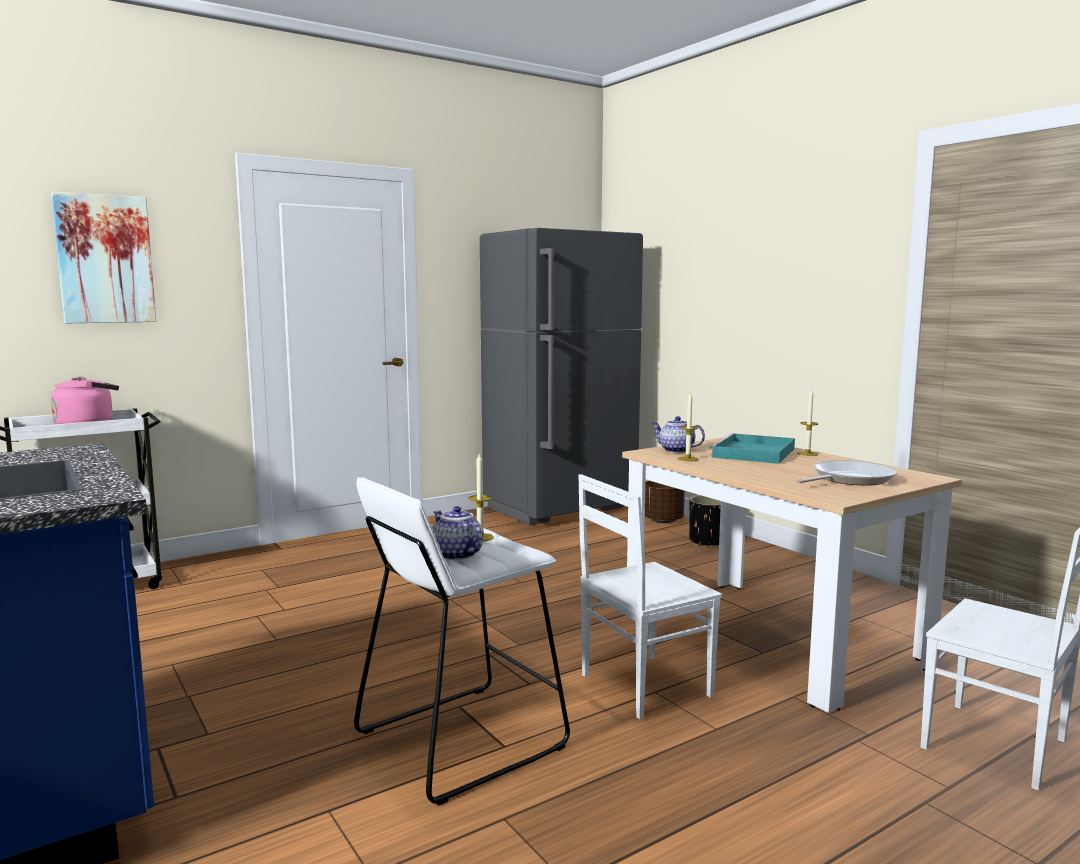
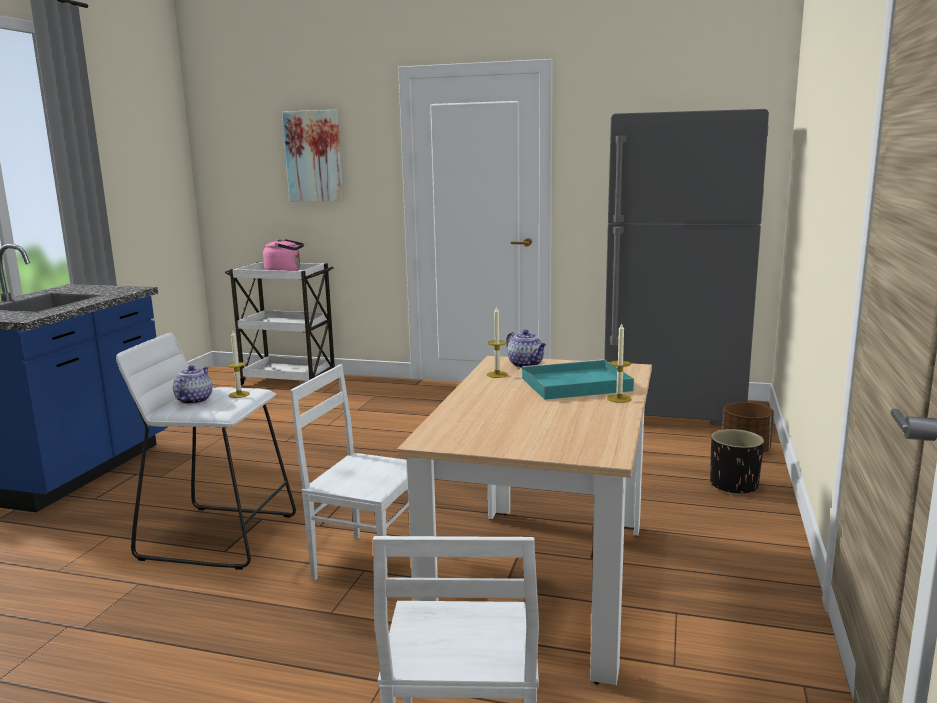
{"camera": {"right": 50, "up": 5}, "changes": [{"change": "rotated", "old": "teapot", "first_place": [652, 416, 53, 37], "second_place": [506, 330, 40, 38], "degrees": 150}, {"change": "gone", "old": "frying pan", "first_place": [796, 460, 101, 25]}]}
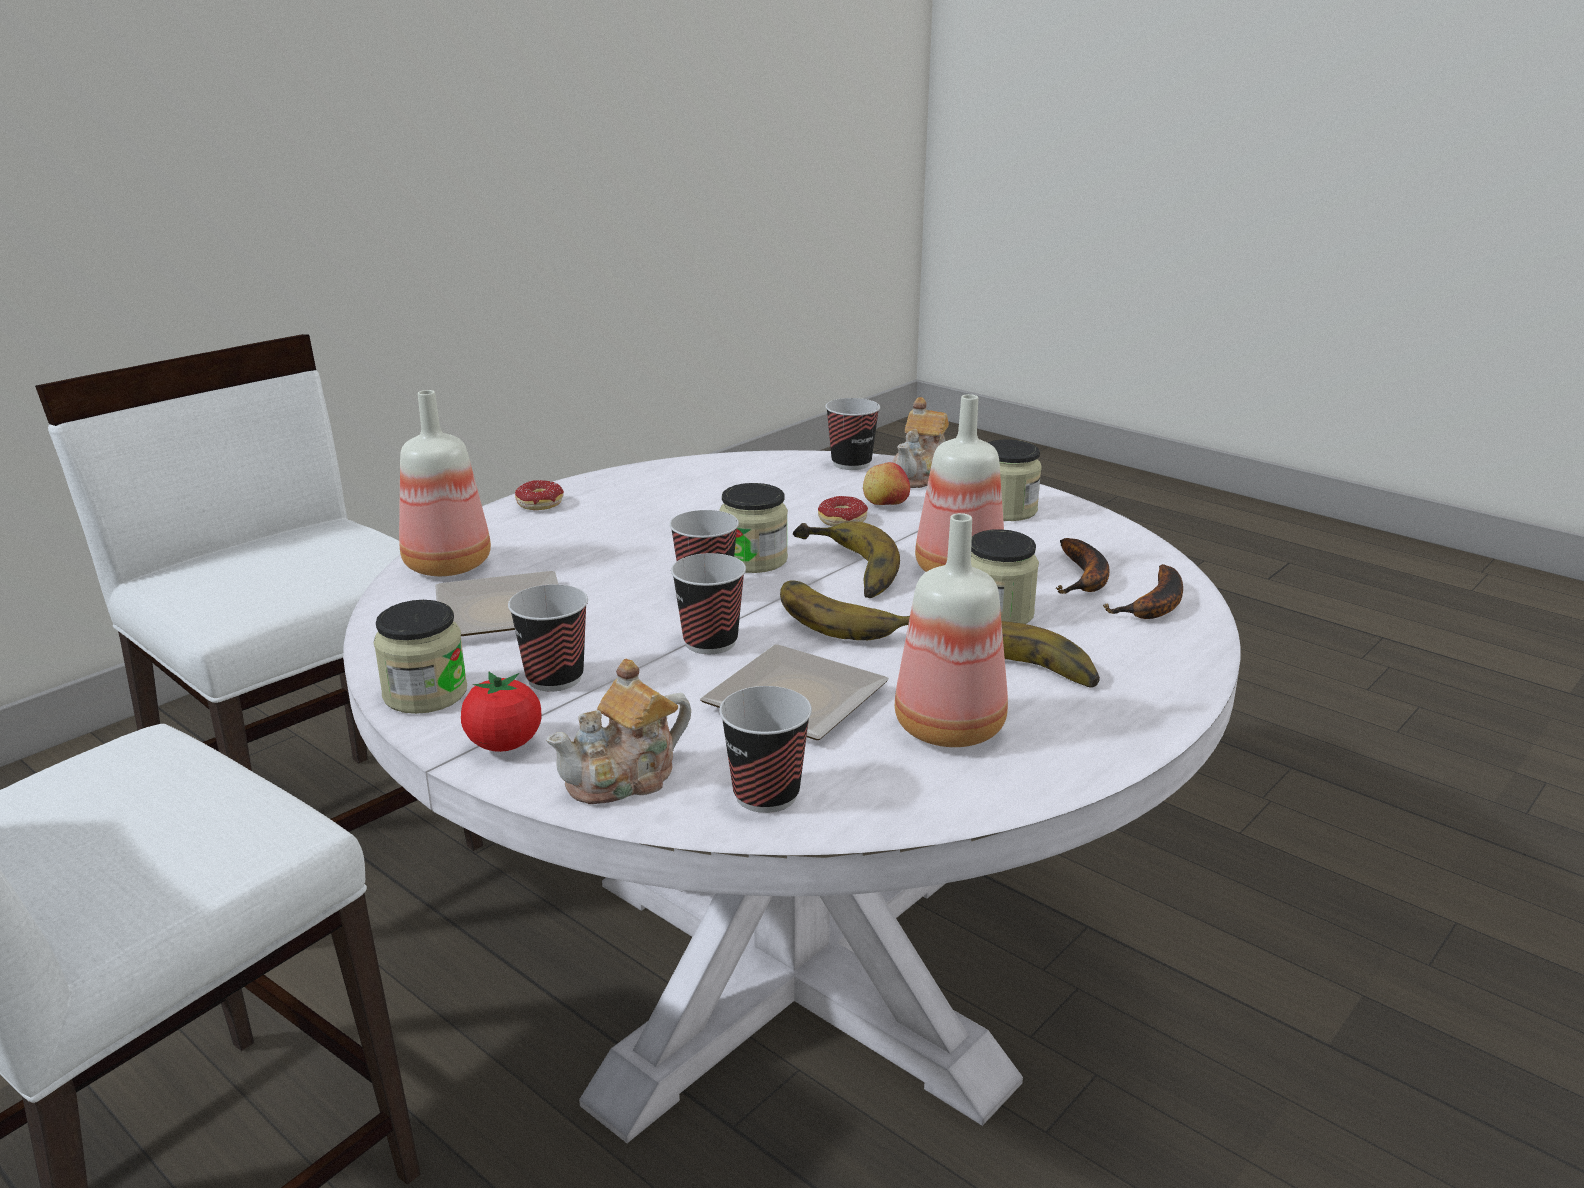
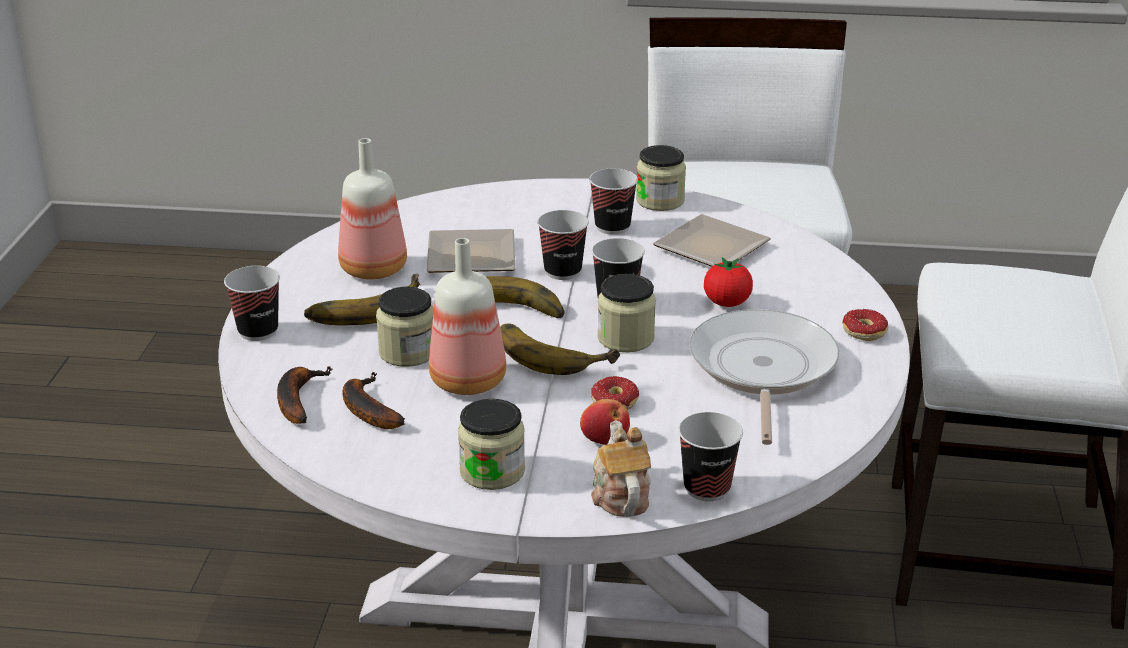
{"camera": {"right": 145, "up": 5}, "changes": [{"change": "gone", "old": "bottle", "first_place": [399, 390, 92, 186]}, {"change": "gone", "old": "teapot", "first_place": [546, 659, 145, 145]}, {"change": "shifted", "old": "tomato", "first_place": [461, 672, 80, 80], "second_place": [704, 257, 49, 50]}, {"change": "shifted", "old": "cup", "first_place": [719, 686, 93, 127], "second_place": [224, 266, 56, 75]}, {"change": "new", "new": "frying pan", "second_place": [689, 309, 151, 136]}]}
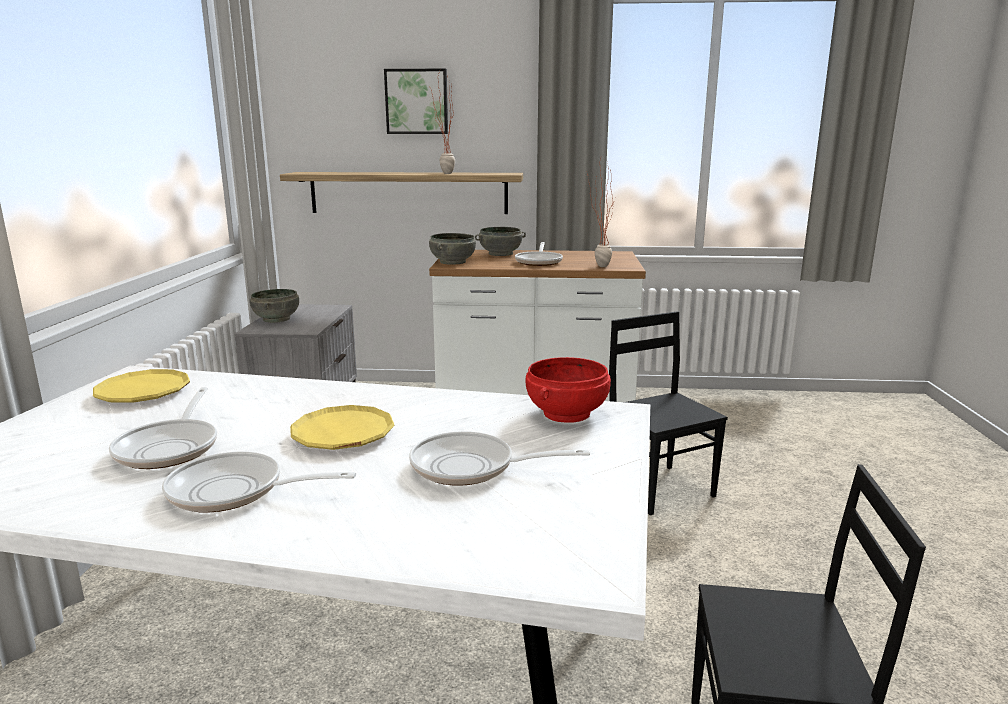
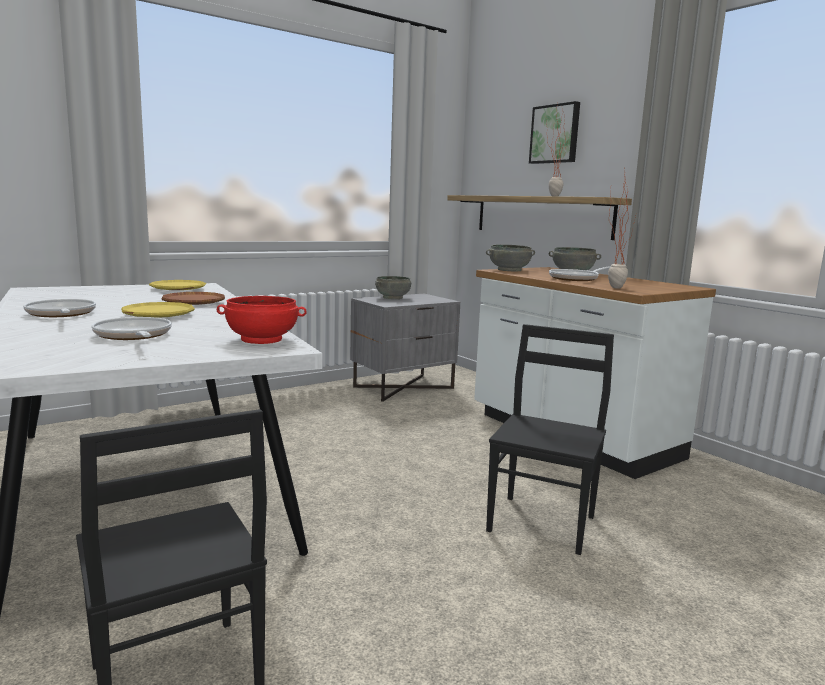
{"camera": {"right": 50, "up": -5}, "changes": [{"change": "gone", "old": "frying pan", "first_place": [109, 387, 108, 82]}, {"change": "new", "new": "plate (brown)", "second_place": [161, 292, 64, 13]}]}
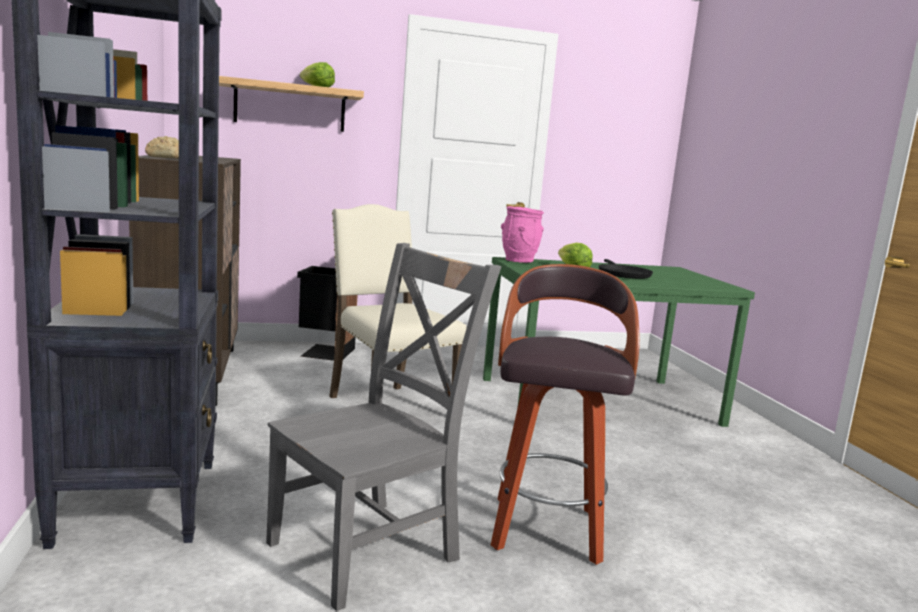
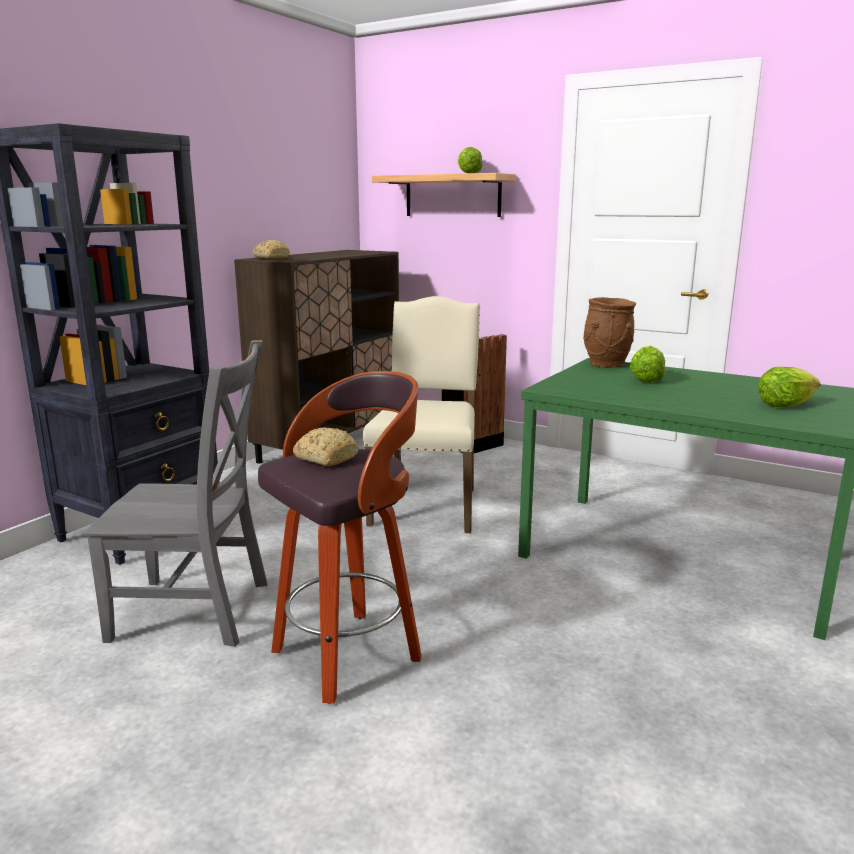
{"camera": {"right": 45, "up": 5}, "changes": [{"change": "repainted", "old": "vase (pink)", "new": "vase (brown)", "first_place": [501, 206, 43, 57], "second_place": [583, 297, 53, 71]}, {"change": "gone", "old": "frying pan (black)", "first_place": [599, 259, 54, 20]}, {"change": "new", "new": "lettuce", "second_place": [758, 367, 63, 40]}, {"change": "new", "new": "bread", "second_place": [293, 428, 65, 38]}]}
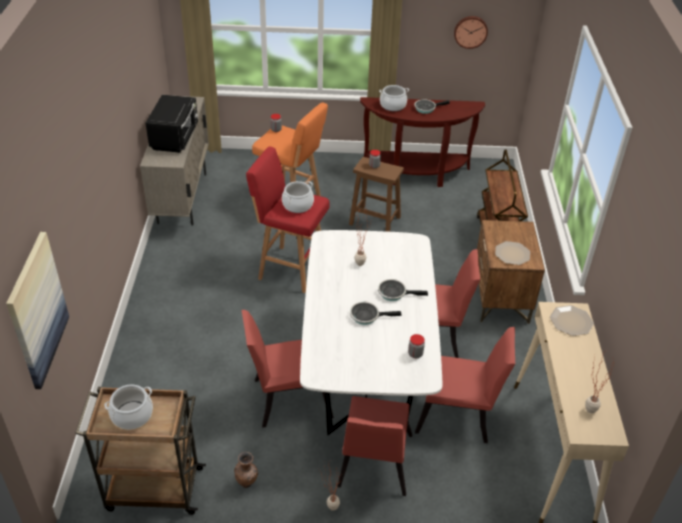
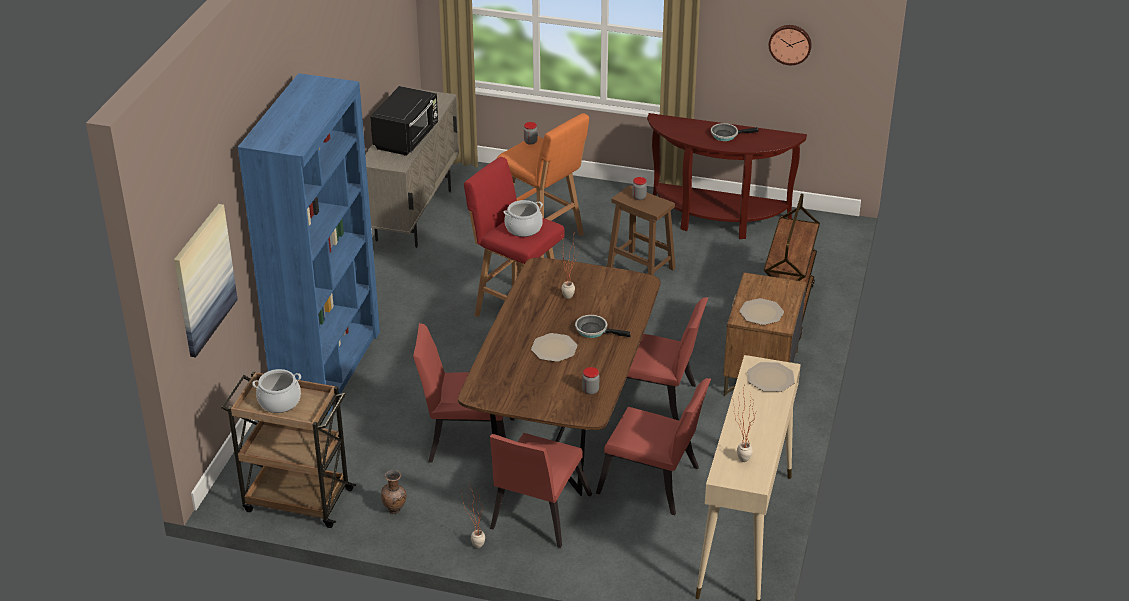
{"camera": {"right": 15, "up": -5}, "changes": [{"change": "gone", "old": "cooking pot", "first_place": [379, 85, 30, 26]}, {"change": "repainted", "old": "dining table (white)", "new": "dining table (brown)", "first_place": [300, 230, 143, 205], "second_place": [458, 258, 203, 238]}, {"change": "swapped", "old": "frying pan", "new": "plate", "first_place": [350, 302, 52, 23], "second_place": [531, 333, 47, 29]}, {"change": "new", "new": "bookcase (blue)", "second_place": [238, 73, 142, 342]}]}
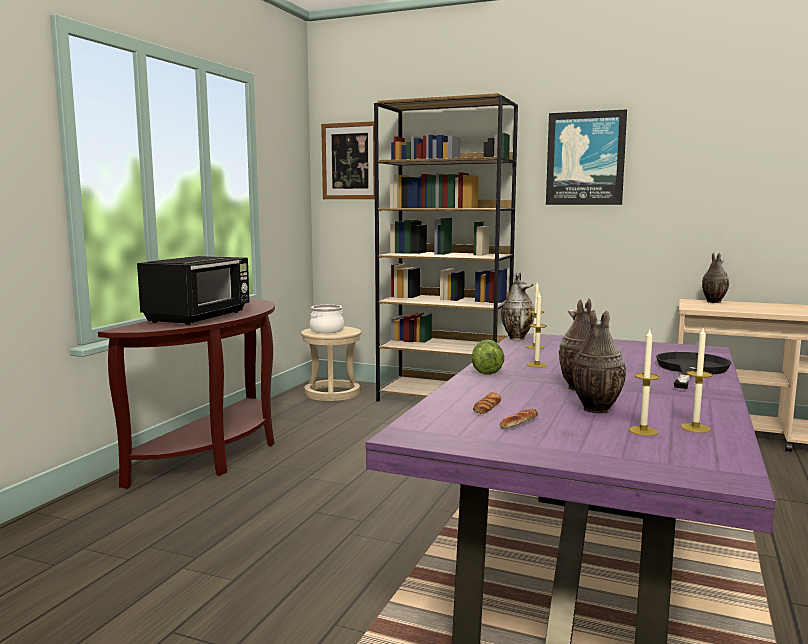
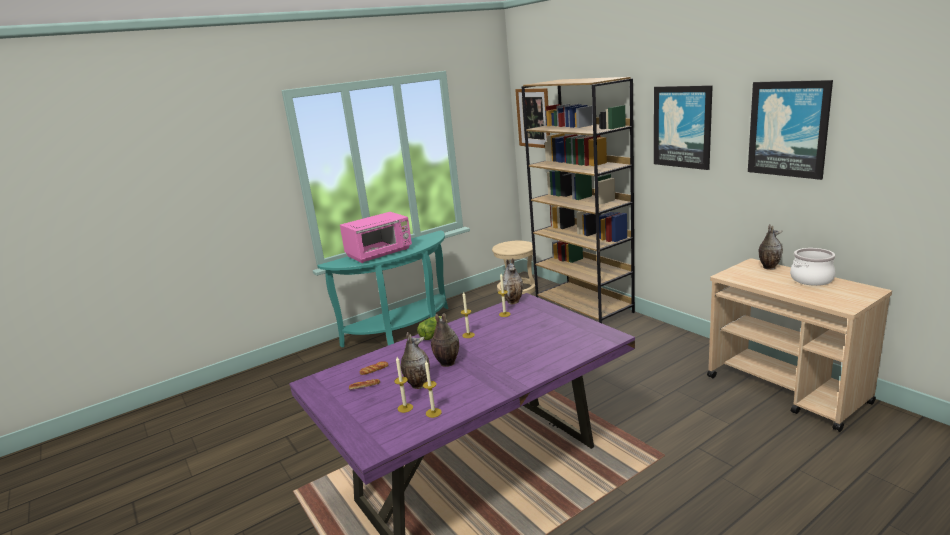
{"camera": {"right": 35, "up": 10}, "changes": [{"change": "repainted", "old": "microwave (black)", "new": "microwave (pink)", "first_place": [137, 256, 113, 69], "second_place": [340, 212, 72, 51]}, {"change": "repainted", "old": "console table (brown)", "new": "console table (turquoise)", "first_place": [98, 298, 177, 191], "second_place": [317, 230, 131, 118]}, {"change": "shifted", "old": "cooking pot", "first_place": [310, 305, 34, 28], "second_place": [790, 248, 45, 38]}, {"change": "gone", "old": "frying pan (black)", "first_place": [656, 352, 75, 37]}, {"change": "new", "new": "picture", "second_place": [748, 80, 85, 100]}]}
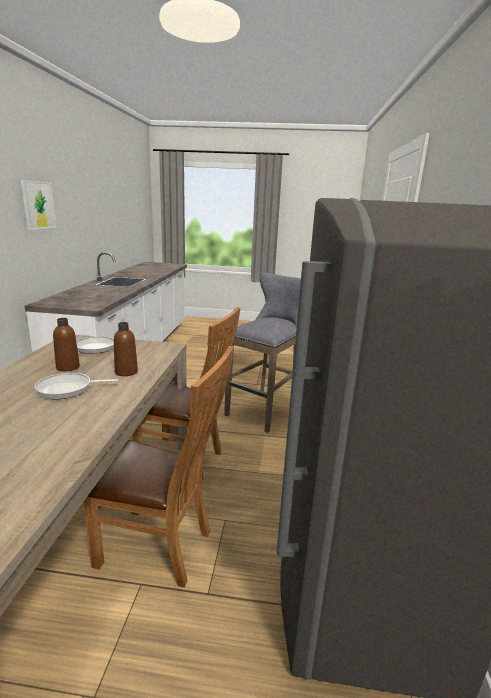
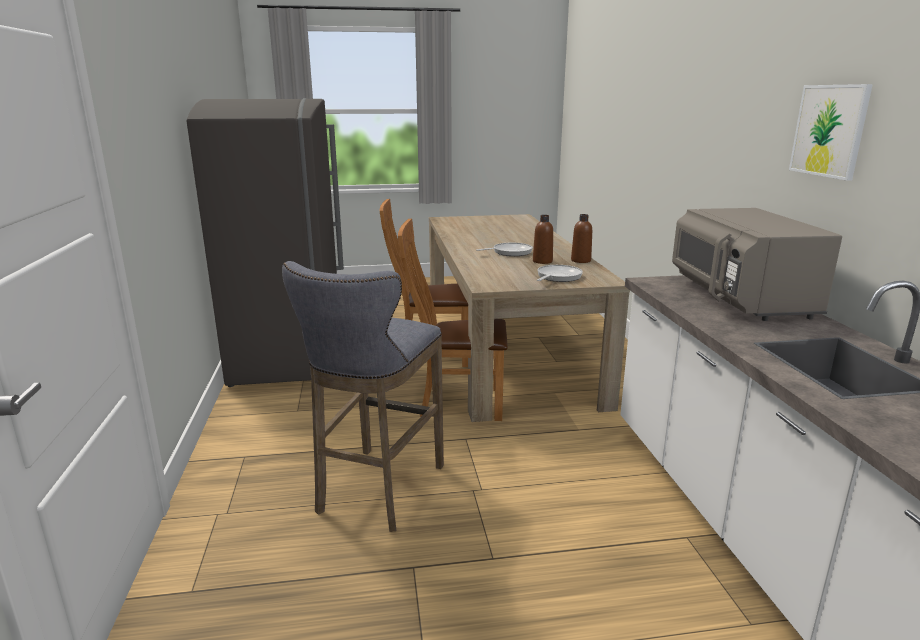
{"camera": {"right": 165, "up": 0}, "changes": [{"change": "shifted", "old": "bottle (brown)", "first_place": [114, 322, 24, 54], "second_place": [571, 214, 21, 49]}, {"change": "new", "new": "microwave (grey)", "second_place": [672, 208, 170, 113]}]}
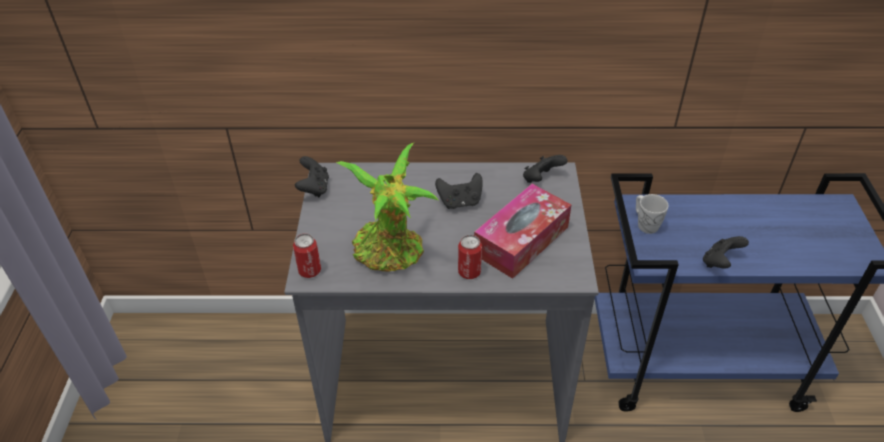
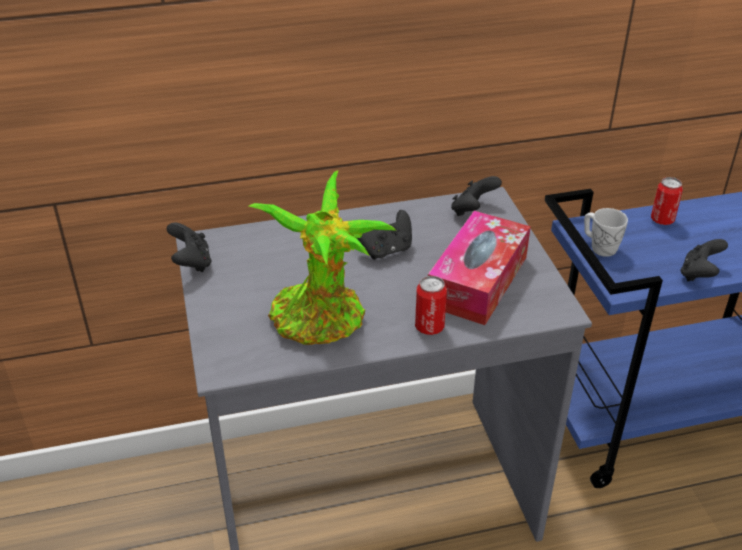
{"camera": {"right": -15, "up": -5}, "changes": [{"change": "shifted", "old": "can", "first_place": [293, 233, 28, 45], "second_place": [651, 177, 32, 48]}]}
